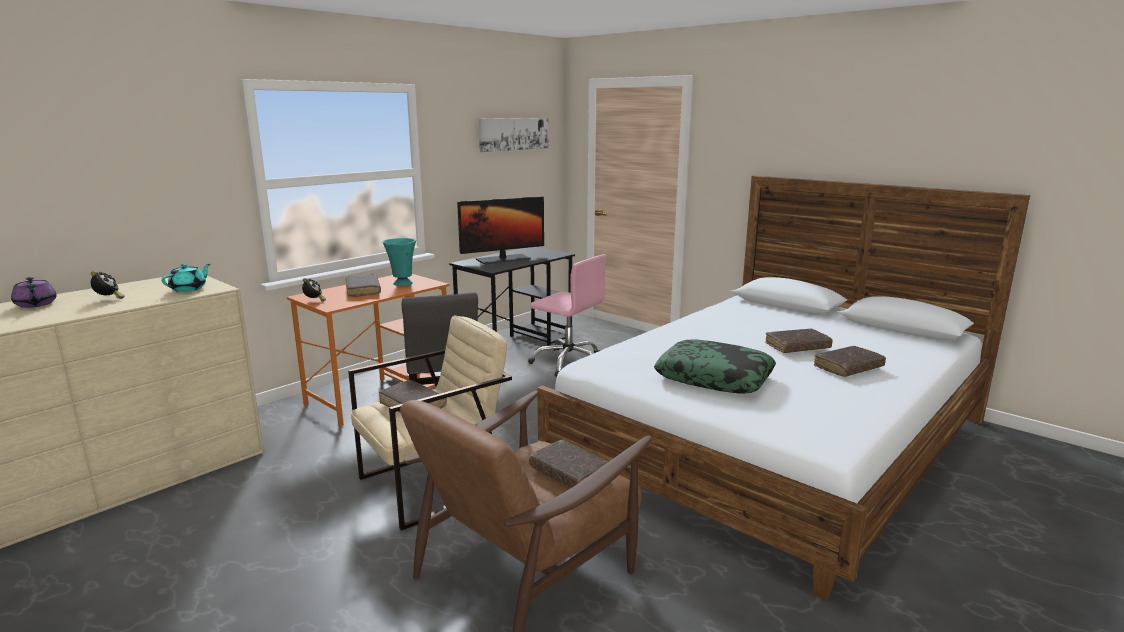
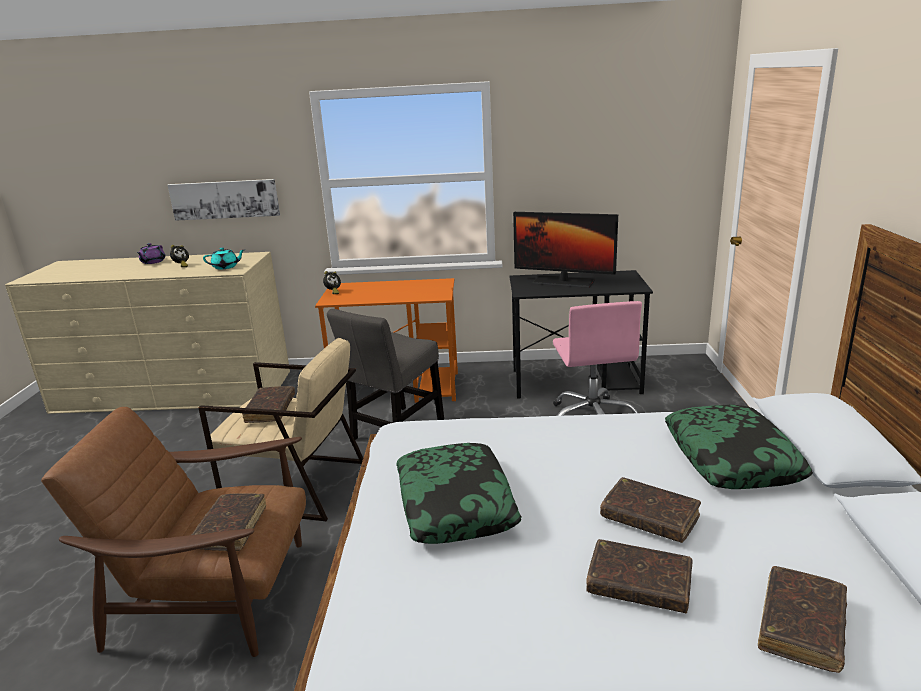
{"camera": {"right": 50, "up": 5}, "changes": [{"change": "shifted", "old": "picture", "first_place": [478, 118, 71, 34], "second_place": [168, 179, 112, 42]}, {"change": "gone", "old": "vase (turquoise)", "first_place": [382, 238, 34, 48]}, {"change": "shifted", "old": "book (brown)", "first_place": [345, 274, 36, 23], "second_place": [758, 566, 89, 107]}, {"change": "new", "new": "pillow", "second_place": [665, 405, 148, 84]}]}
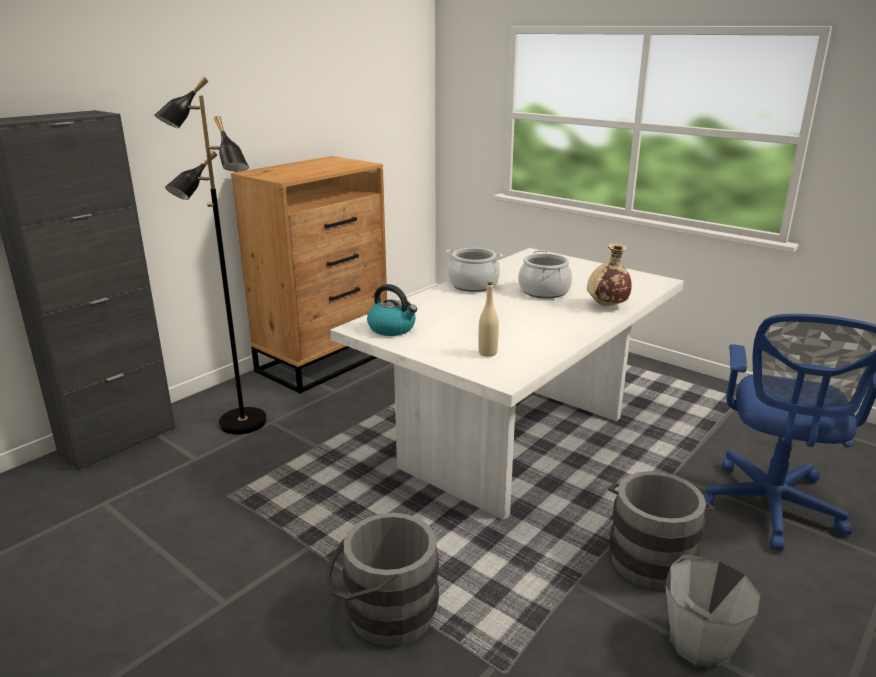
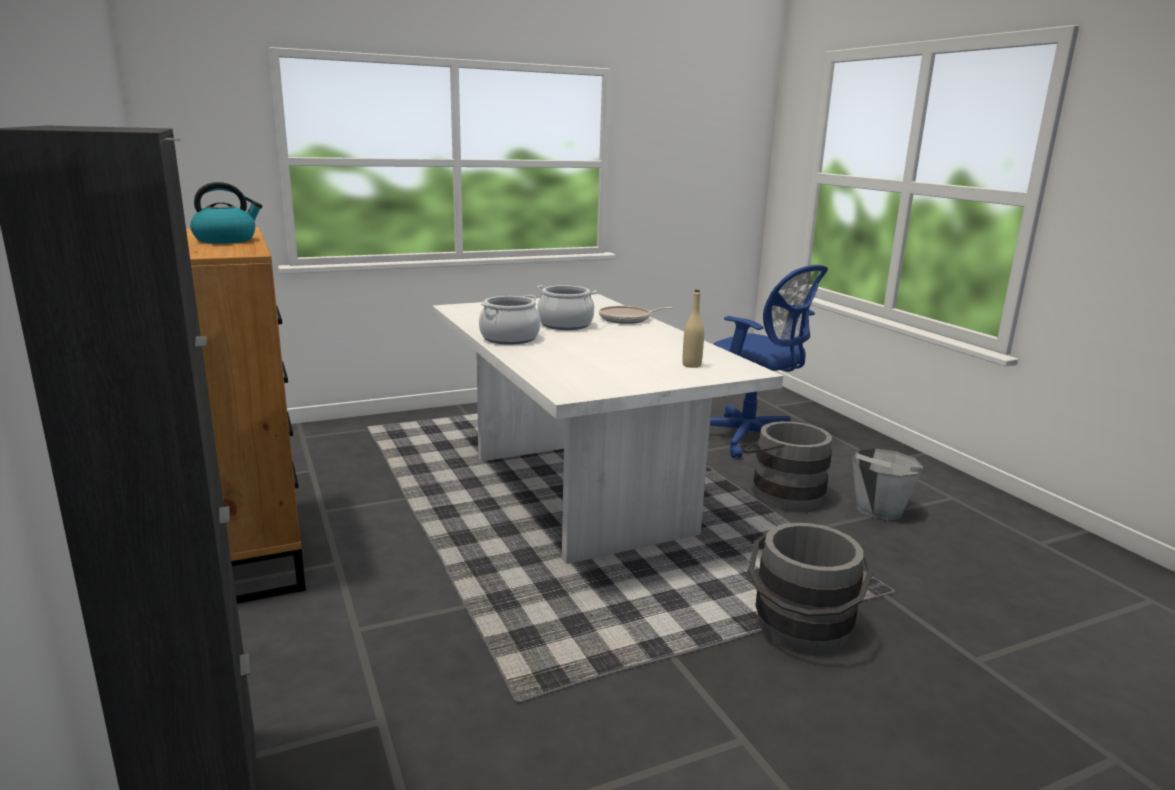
{"camera": {"right": -65, "up": -5}, "changes": [{"change": "gone", "old": "floor lamp (black)", "first_place": [154, 77, 113, 358]}, {"change": "swapped", "old": "vase (beige)", "new": "frying pan", "first_place": [587, 243, 45, 63], "second_place": [599, 306, 74, 18]}, {"change": "shifted", "old": "kettle", "first_place": [367, 284, 50, 52], "second_place": [190, 182, 73, 62]}]}
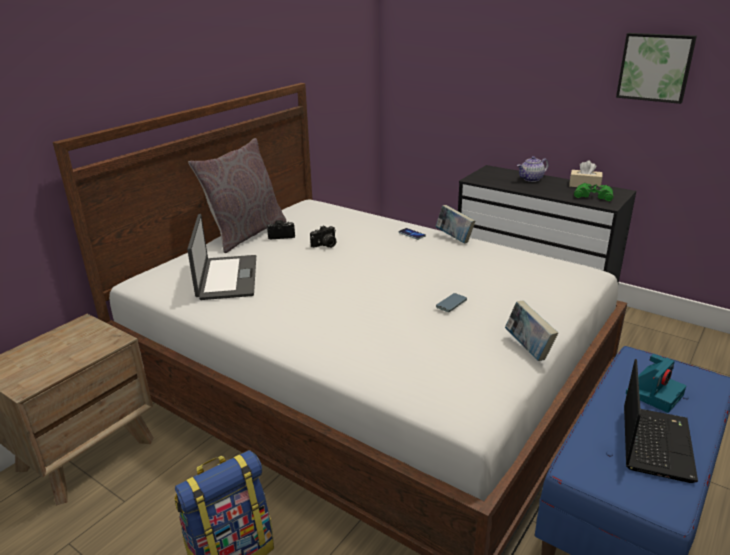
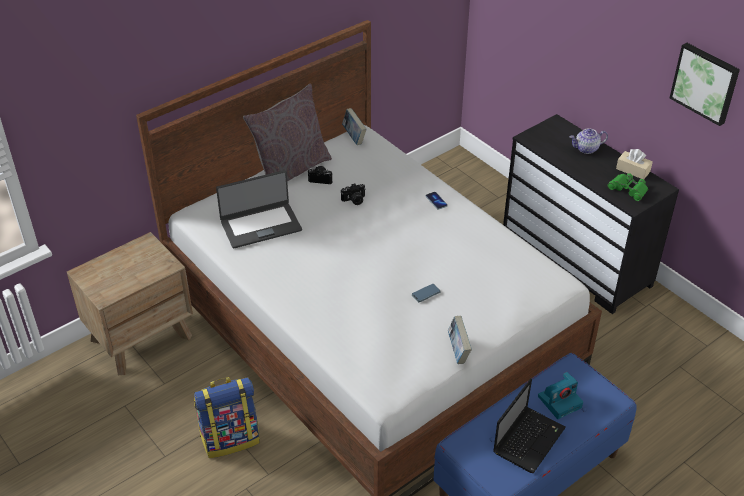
{"camera": {"right": 15, "up": 15}, "changes": [{"change": "shifted", "old": "book", "first_place": [436, 205, 40, 38], "second_place": [342, 108, 25, 37]}, {"change": "rotated", "old": "laptop", "first_place": [187, 214, 69, 86], "second_place": [216, 170, 86, 79], "degrees": 60}]}
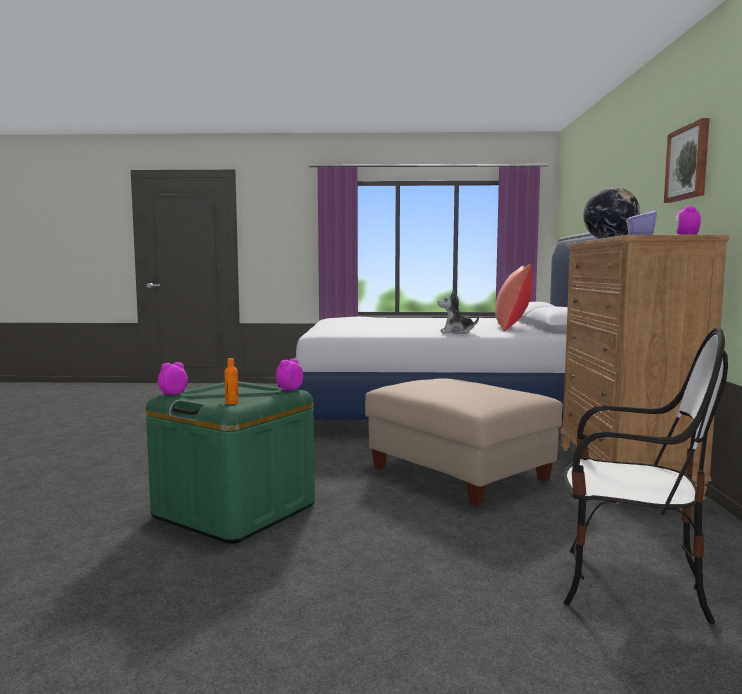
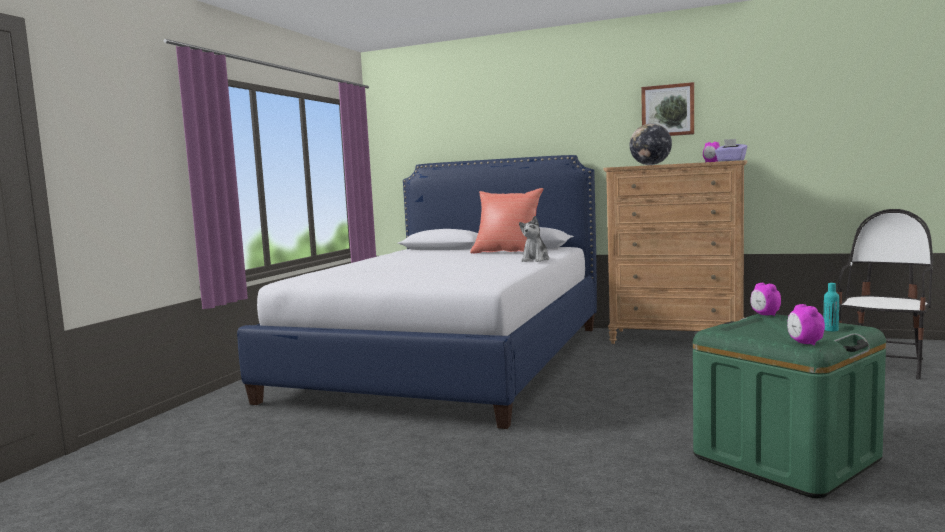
{"camera": {"right": -70, "up": 0}, "changes": [{"change": "repainted", "old": "bottle (orange)", "new": "bottle (turquoise)", "first_place": [224, 358, 15, 47], "second_place": [824, 283, 15, 48]}, {"change": "gone", "old": "ottoman (beige)", "first_place": [365, 378, 198, 129]}]}
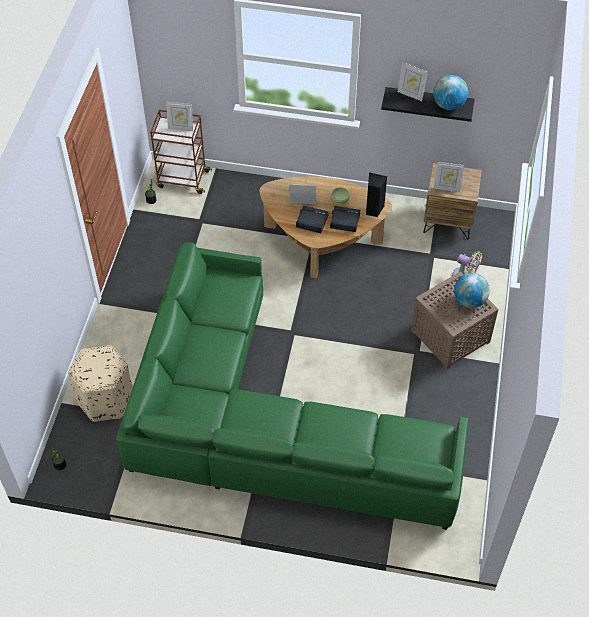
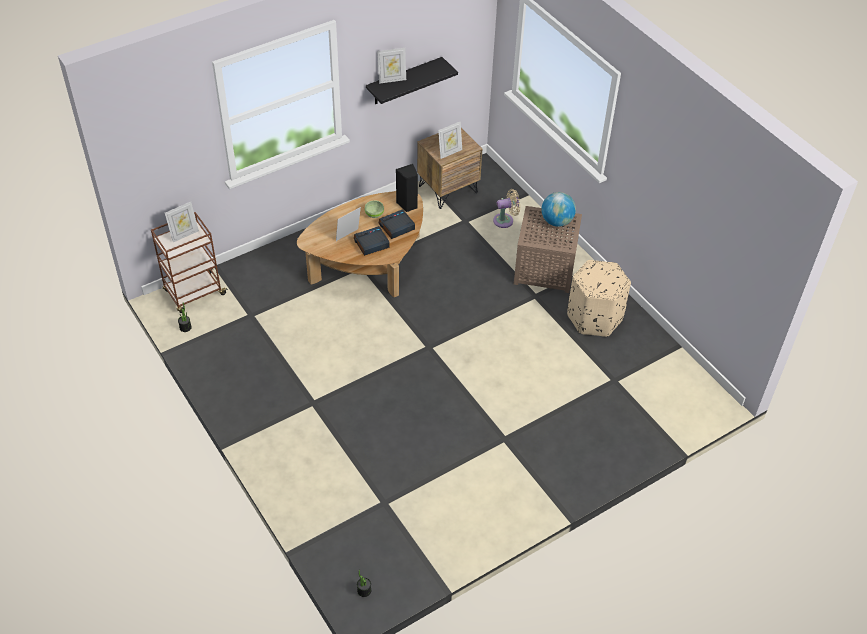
{"camera": {"right": -45, "up": -5}, "changes": [{"change": "gone", "old": "globe", "first_place": [433, 75, 35, 35]}, {"change": "gone", "old": "sofa (green)", "first_place": [116, 242, 352, 288]}, {"change": "shifted", "old": "ottoman (beige)", "first_place": [68, 345, 65, 77], "second_place": [567, 260, 64, 77]}]}
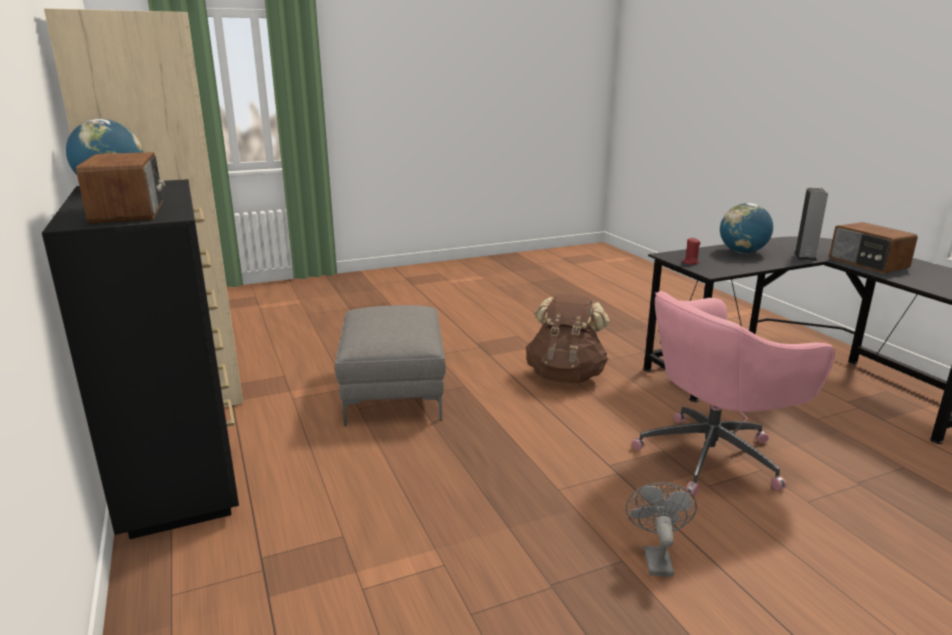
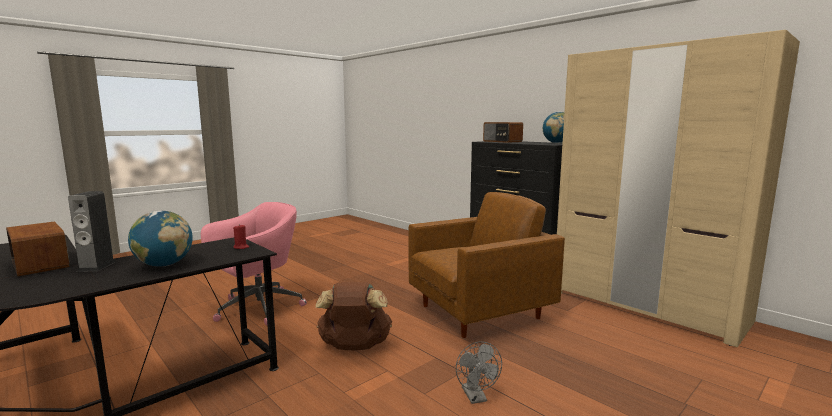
{"camera": {"right": 160, "up": -10}, "changes": [{"change": "swapped", "old": "ottoman (grey)", "new": "armchair (brown)", "first_place": [335, 305, 111, 121], "second_place": [408, 192, 157, 146]}, {"change": "shifted", "old": "fan (grey)", "first_place": [626, 482, 71, 95], "second_place": [456, 342, 46, 62]}]}
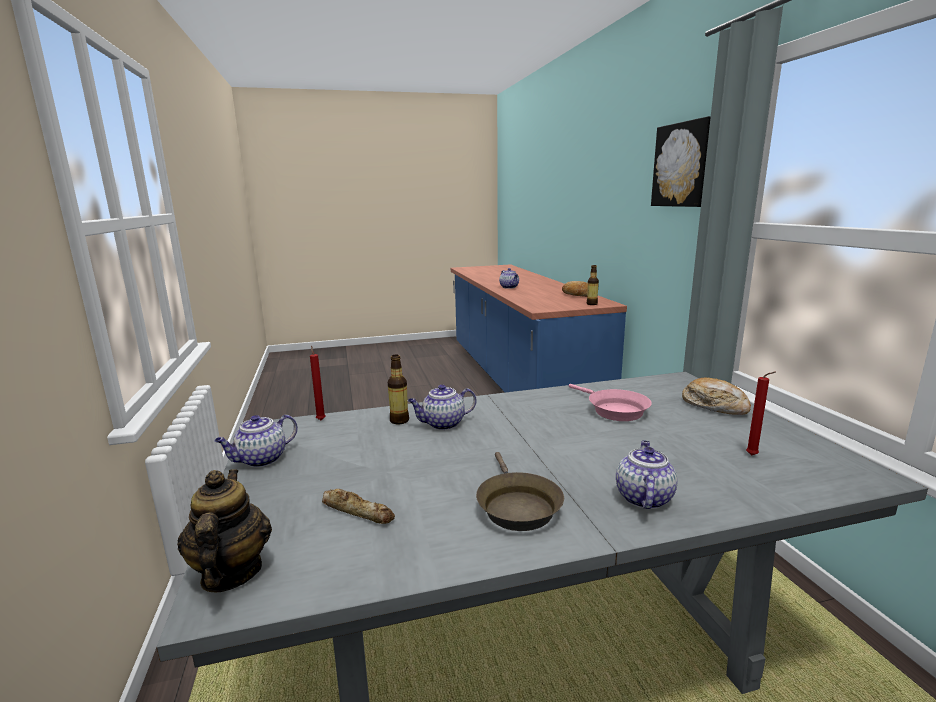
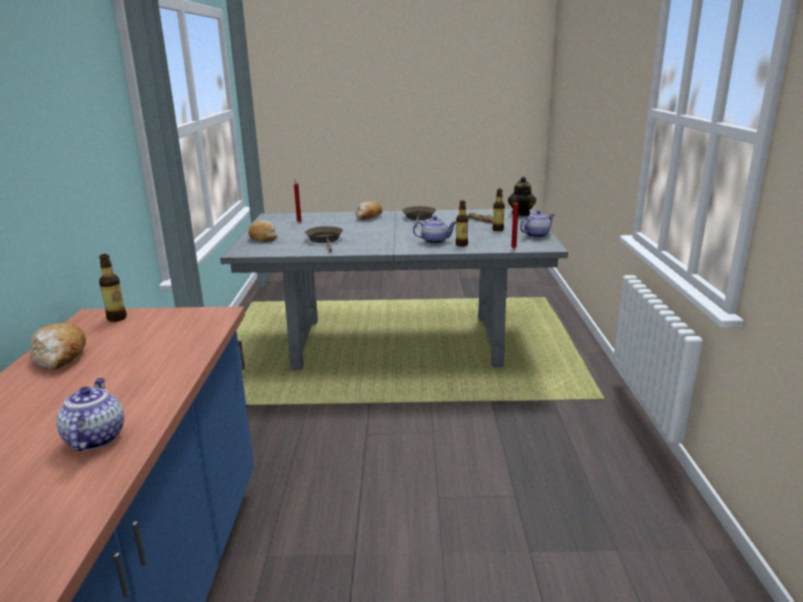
{"camera": {"right": -165, "up": 5}, "changes": [{"change": "gone", "old": "picture", "first_place": [651, 116, 60, 91]}, {"change": "repainted", "old": "frying pan (pink)", "new": "frying pan (brown)", "first_place": [569, 384, 83, 37], "second_place": [305, 226, 38, 26]}, {"change": "swapped", "old": "teapot", "new": "bread", "first_place": [616, 440, 62, 69], "second_place": [355, 201, 27, 19]}, {"change": "new", "new": "bottle", "second_place": [492, 189, 13, 42]}]}
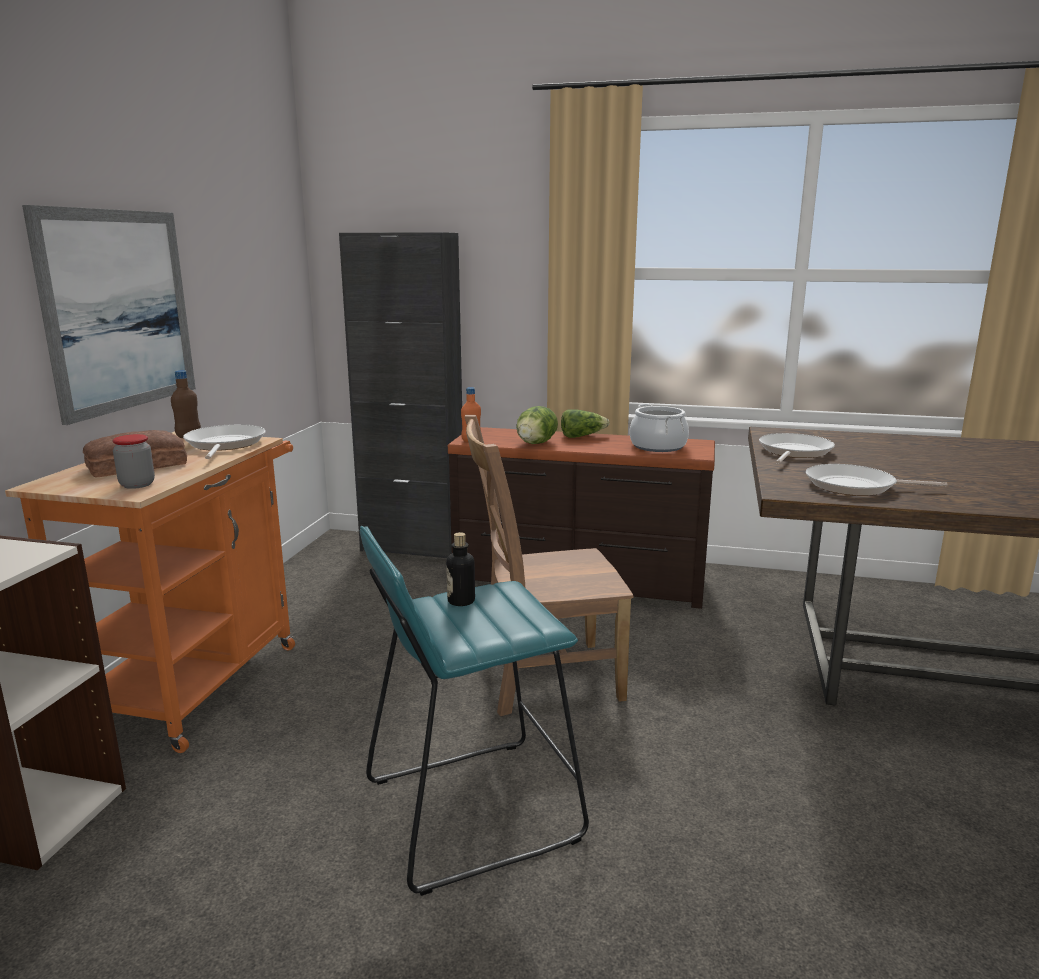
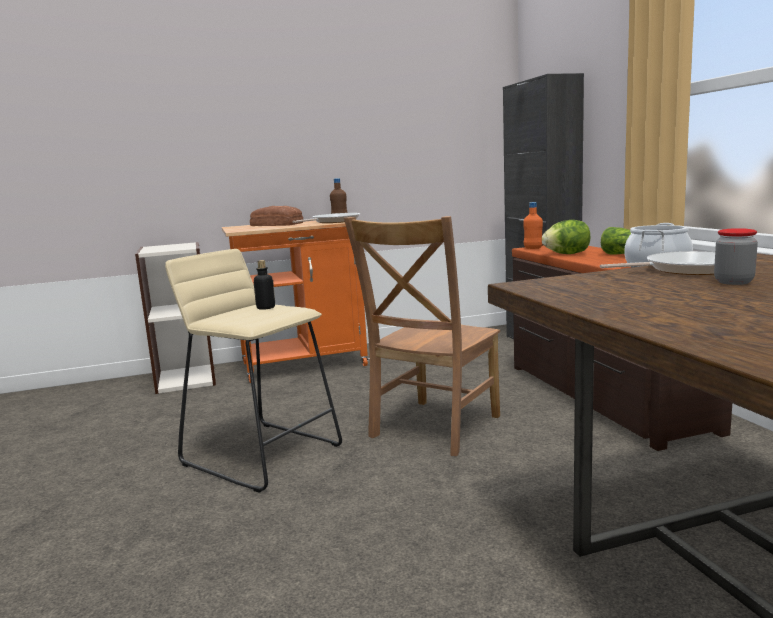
{"camera": {"right": 60, "up": -5}, "changes": [{"change": "gone", "old": "picture", "first_place": [22, 205, 174, 220]}, {"change": "rotated", "old": "chair (brown)", "first_place": [464, 415, 169, 301], "second_place": [344, 216, 156, 240], "degrees": -105}, {"change": "shifted", "old": "jar", "first_place": [112, 434, 43, 55], "second_place": [714, 228, 44, 57]}, {"change": "gone", "old": "frying pan", "first_place": [806, 464, 142, 32]}, {"change": "repainted", "old": "stool (turquoise)", "new": "stool (beige)", "first_place": [360, 526, 229, 370], "second_place": [165, 249, 177, 244]}]}
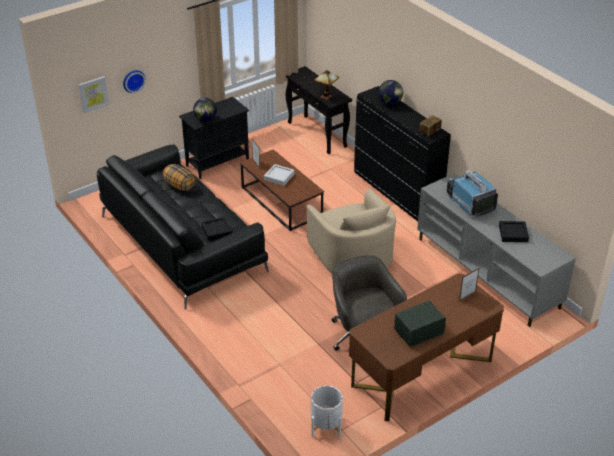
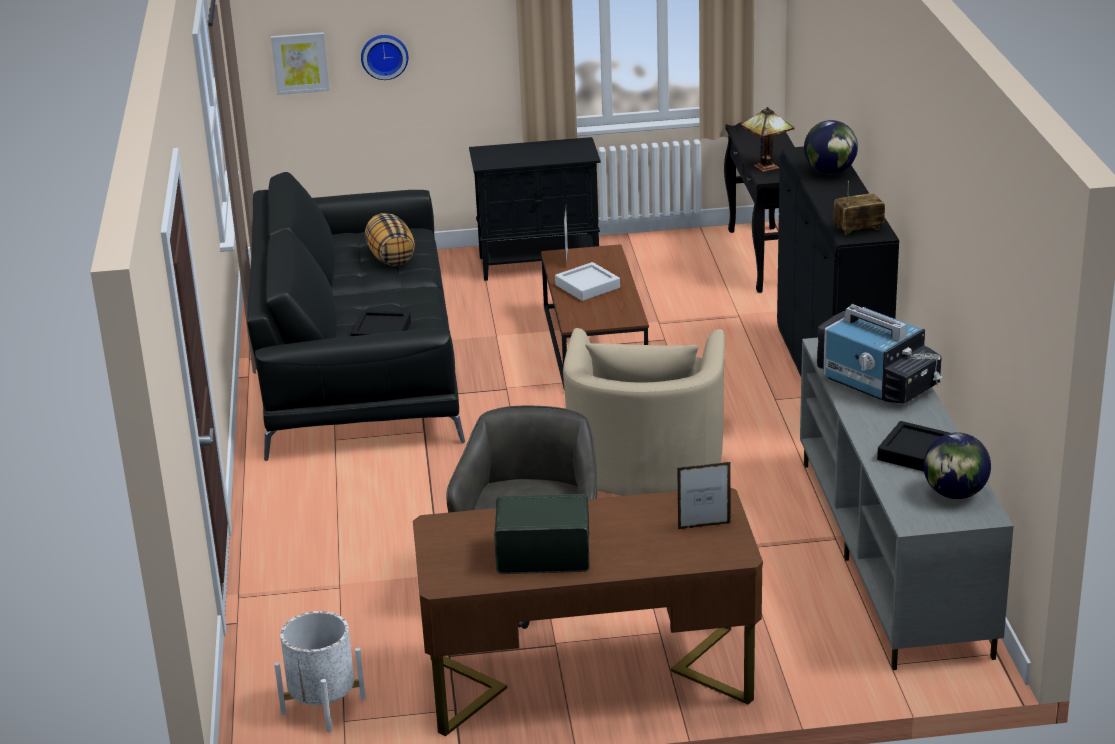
{"camera": {"right": 30, "up": -10}, "changes": [{"change": "shifted", "old": "globe", "first_place": [193, 98, 24, 24], "second_place": [923, 432, 68, 67]}, {"change": "rotated", "old": "television", "first_place": [447, 170, 51, 47], "second_place": [817, 304, 126, 100], "degrees": 135}]}
